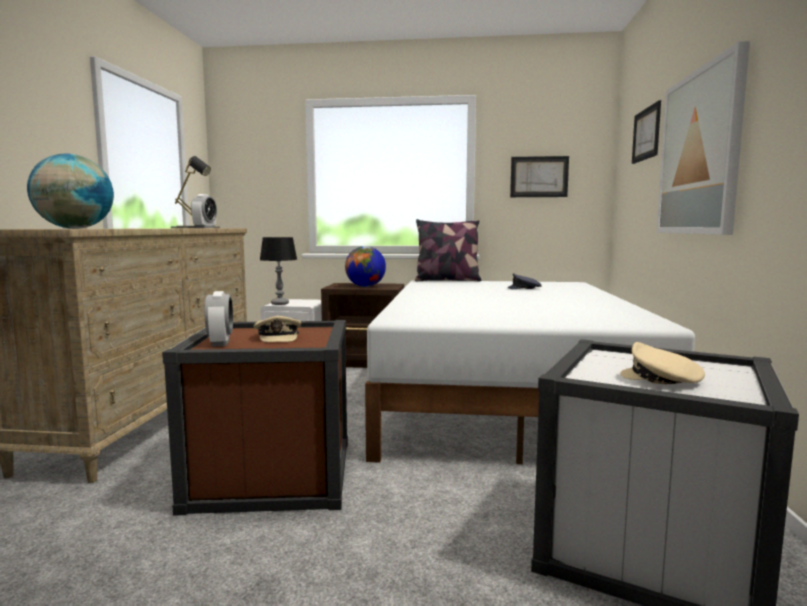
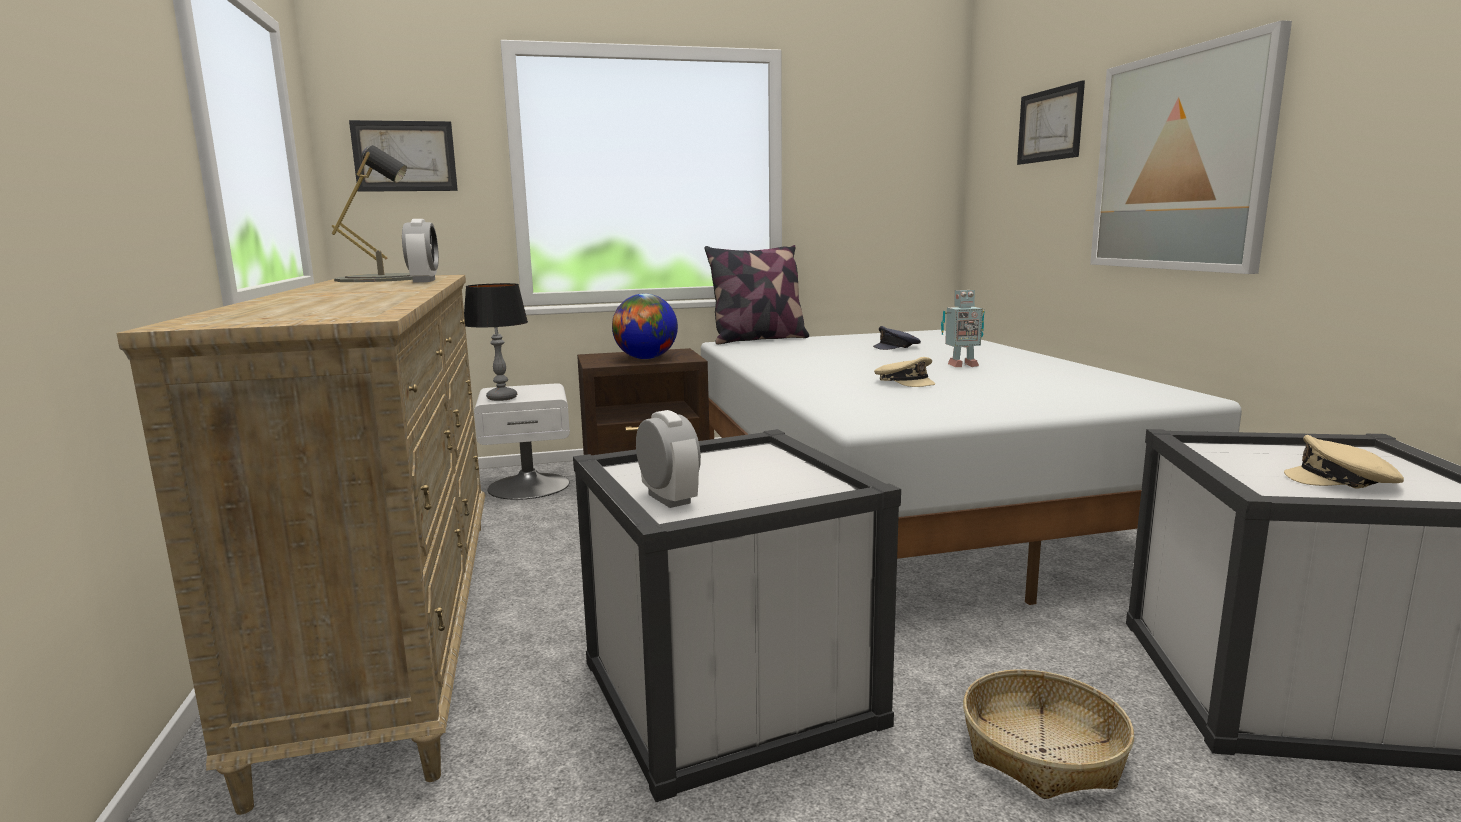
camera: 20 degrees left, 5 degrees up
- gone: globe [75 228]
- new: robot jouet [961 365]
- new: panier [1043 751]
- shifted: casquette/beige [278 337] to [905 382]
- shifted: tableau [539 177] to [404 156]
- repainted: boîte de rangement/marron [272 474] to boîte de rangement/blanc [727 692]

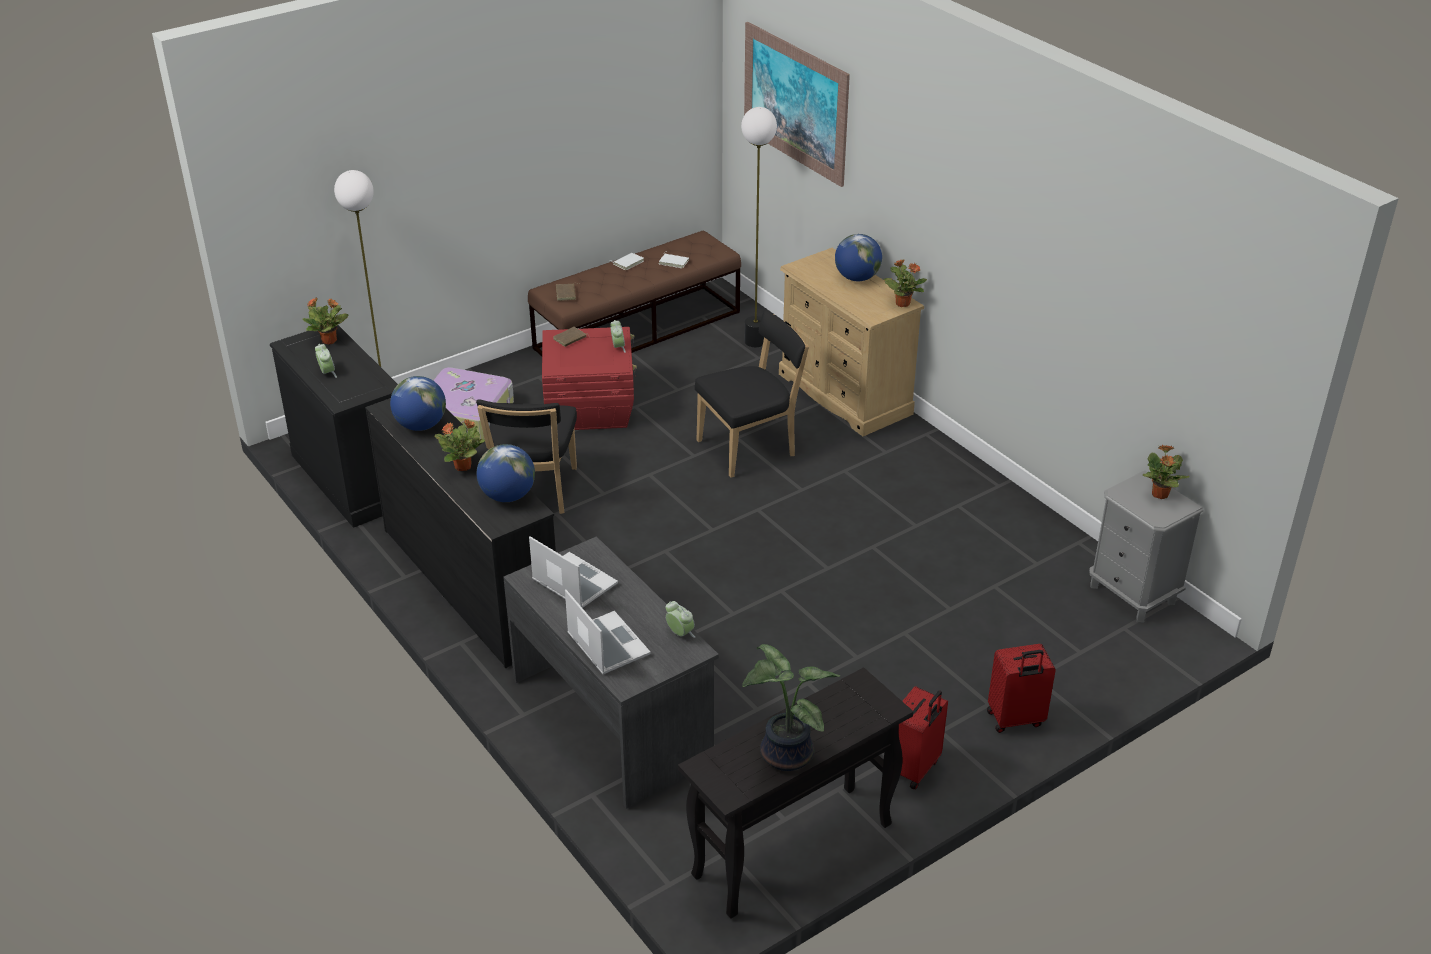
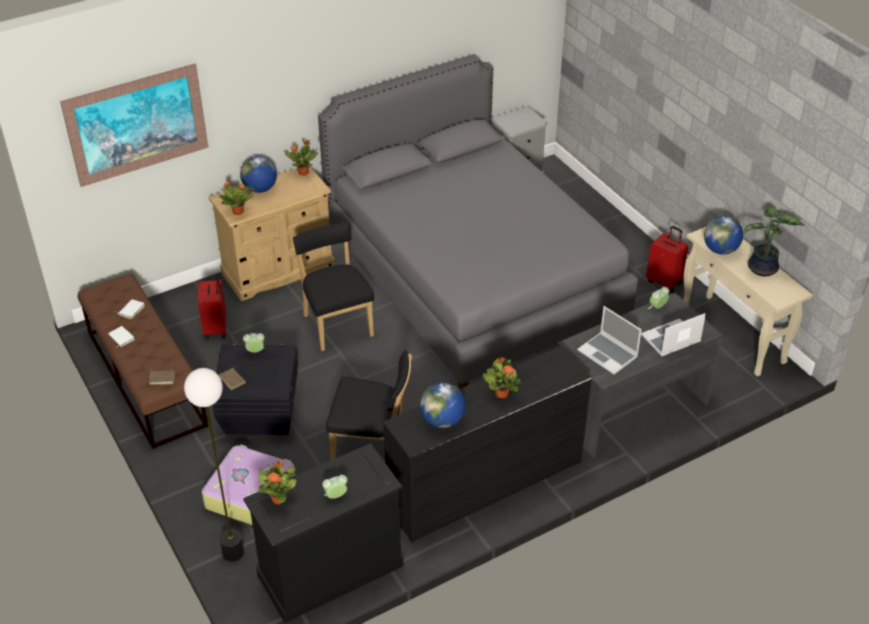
camera: 85 degrees left, 5 degrees up
- gone: lampadaire [755 341]
- new: lit/gris [472 276]
- shifted: globe [508 496] to [720 250]
- shifted: valise/rouge [1015 720] to [216 329]
- shifted: plante en pot [1159 495] to [238 212]
- repainted: boîte de rangement/rouge [590 408] to boîte de rangement/noir [259 411]
- repainted: table console/noir [791 851] to table console/beige [733 335]
- rotated: ordinateur portable [573 583] = [608 354] 90 degrees counterclockwise

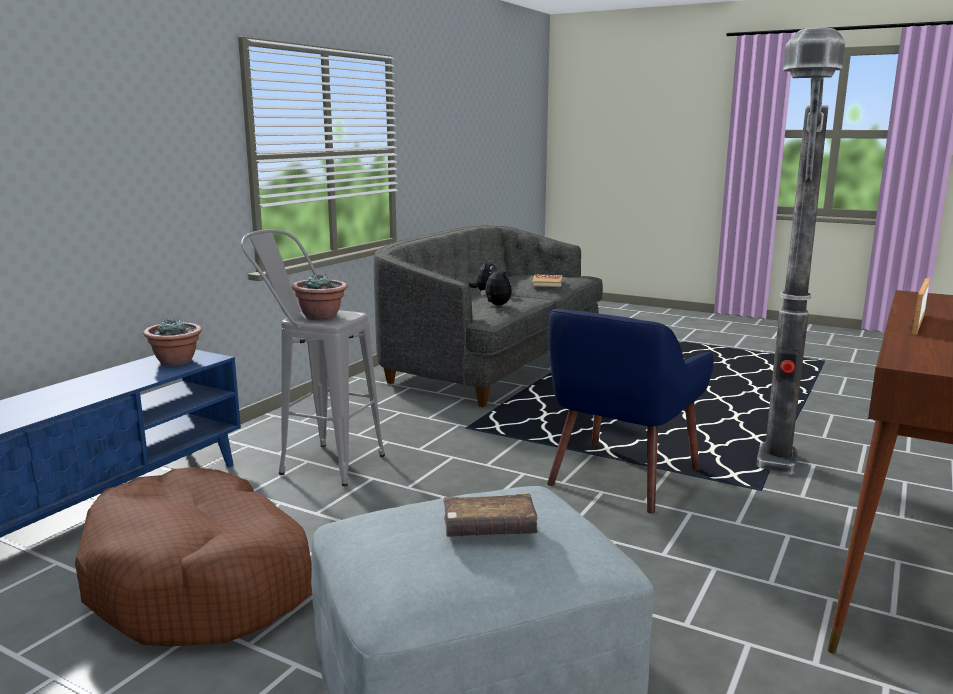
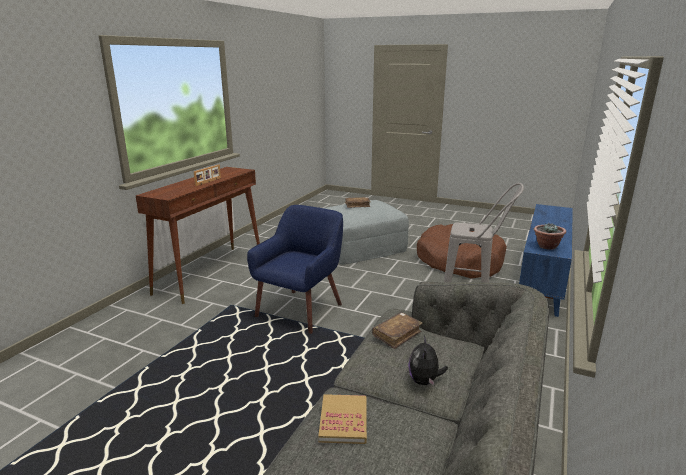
camera: 175 degrees right, 5 degrees up
- gone: plante en pot [321 317]
- gone: lampadaire [768 521]
- swapped: peluche [496 305] to livre/marron [397 335]

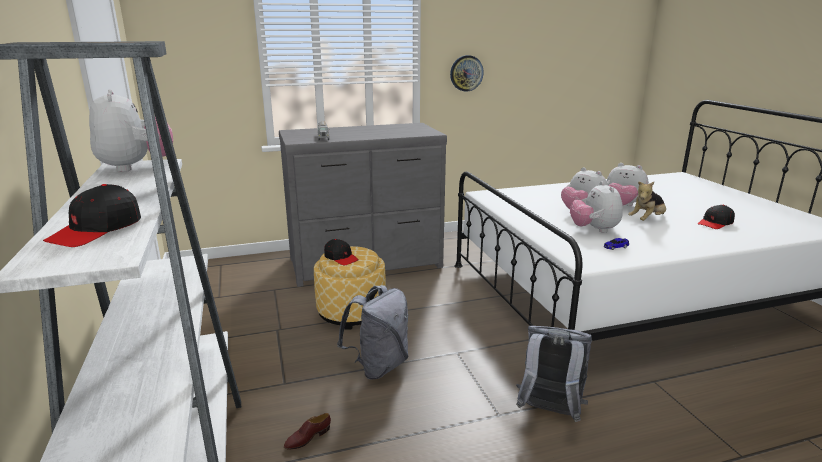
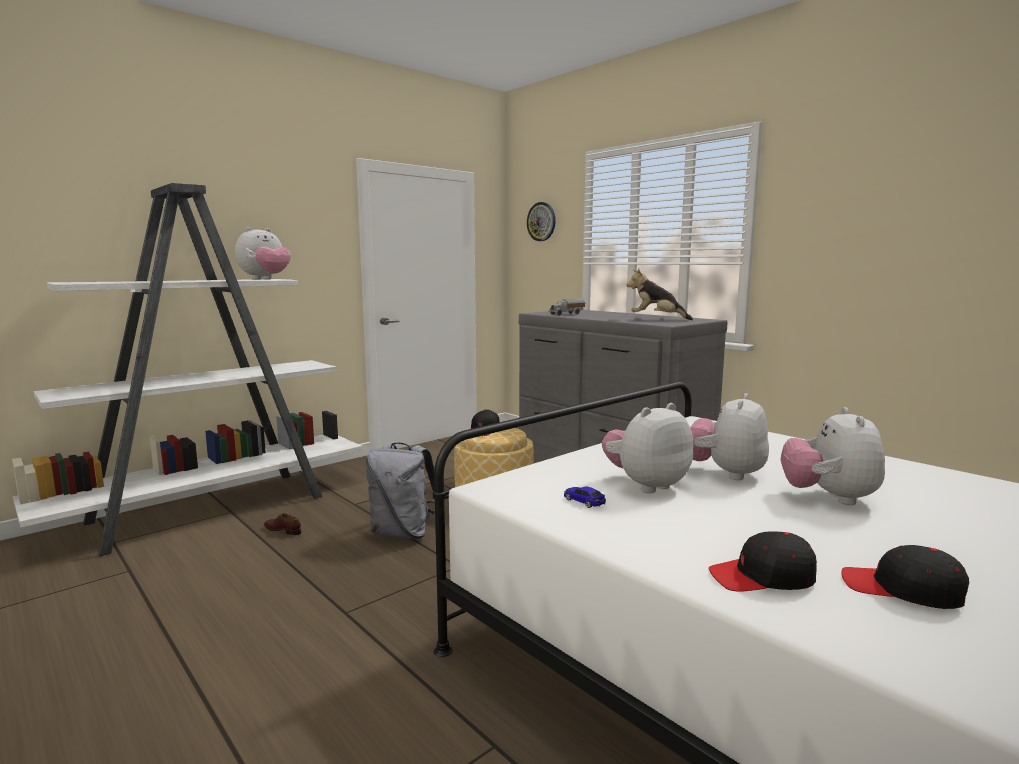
camera: 65 degrees right, 10 degrees down
- gone: sac à dos/gris [549 412]
- shifted: casquette/noir [97 230] to [762 577]
- shifted: horloge murale [466 73] to [541 221]
- shifted: peluche [647 220] to [656 319]

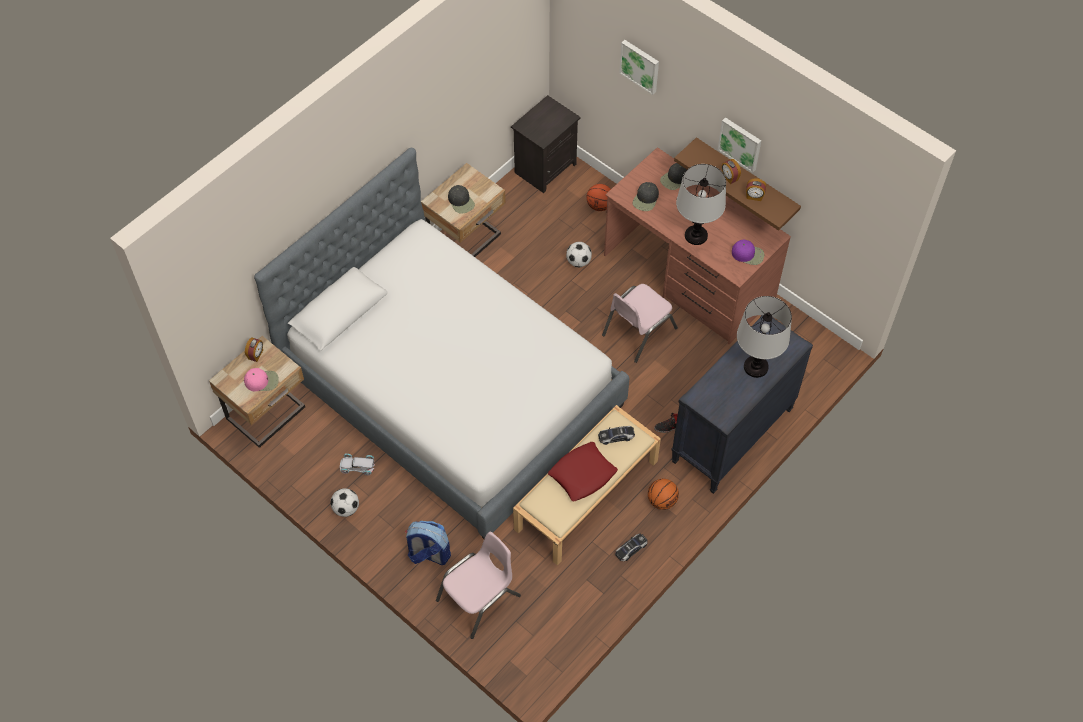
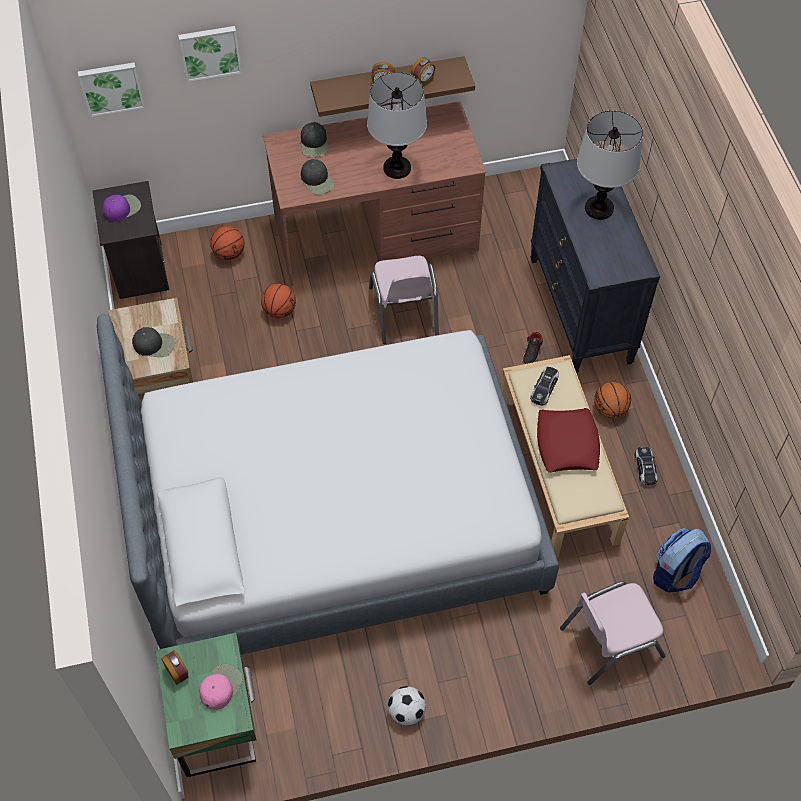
camera: 55 degrees left, 0 degrees up
- gone: petite voiture/blanc [357 465]
- shifted: sac à dos [428 554] to [675 573]
- shifted: tableau [740 143] to [111 87]
- shifted: casquette/violet [748 254] to [122 208]
- swapped: ballon de foot [578 261] to ballon de basket [279 311]
- repainted: table de chevet/beige [268 414] to table de chevet/vert [218 725]
- rotated: chaise/rose [479 598] = [610 641] 105 degrees counterclockwise

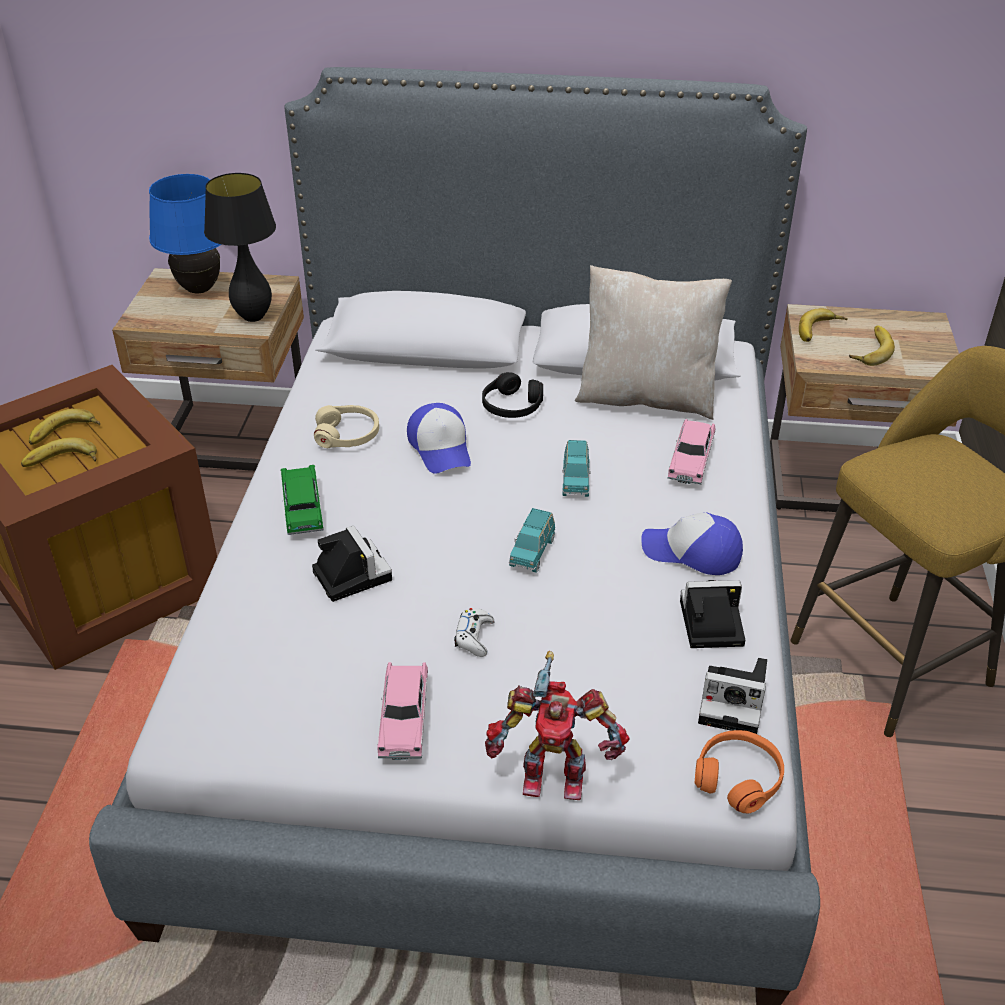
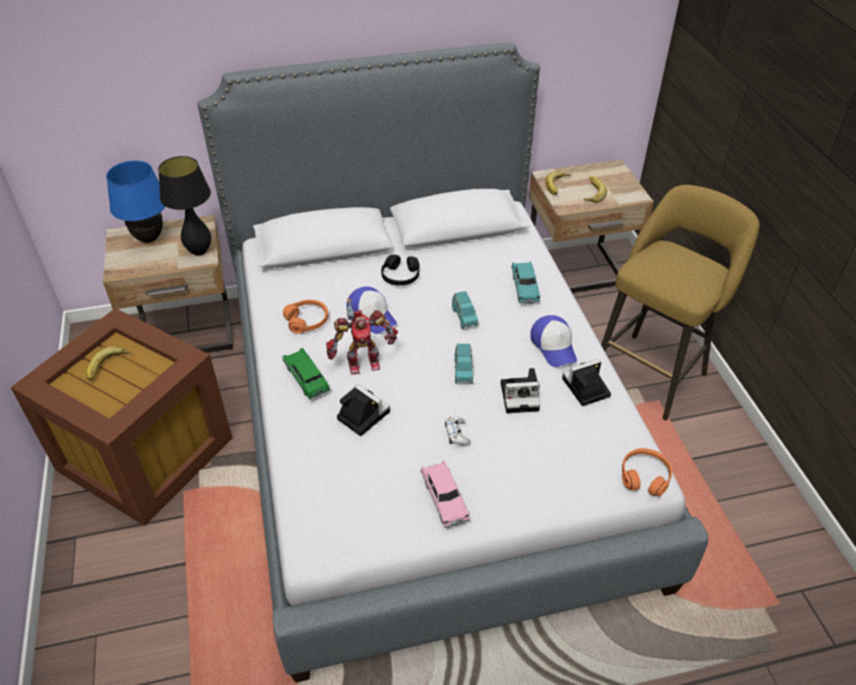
camera: 20 degrees left, 5 degrees up
- gone: banane [61 462]
- gone: coussin/beige [646 397]
- shifted: robot jouet [553 775] to [363 362]
- shifted: appareil photo [735 702] to [521 396]
- repainted: casque audio/beige [347 435] to casque audio/orange [307 321]
- repainted: petite voiture/rose [690 462] to petite voiture/turquoise [524 288]
- rotated: casquette [692 552] = [554 346] 105 degrees counterclockwise

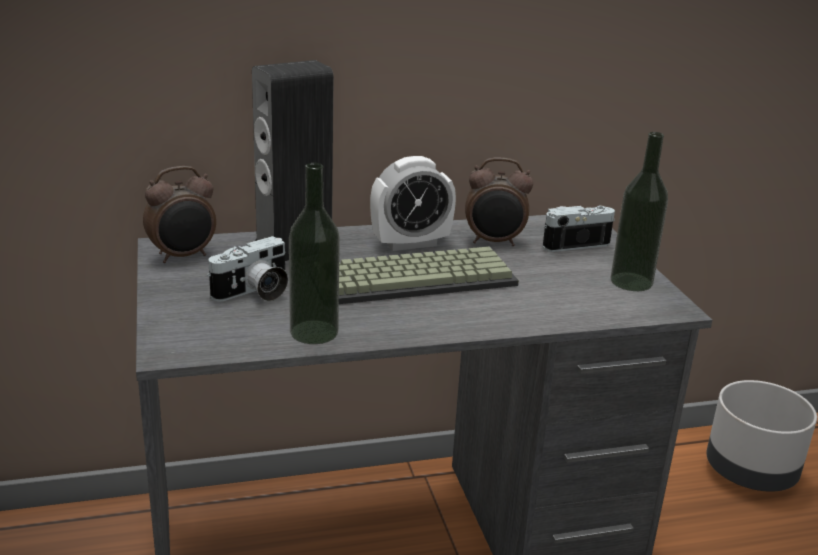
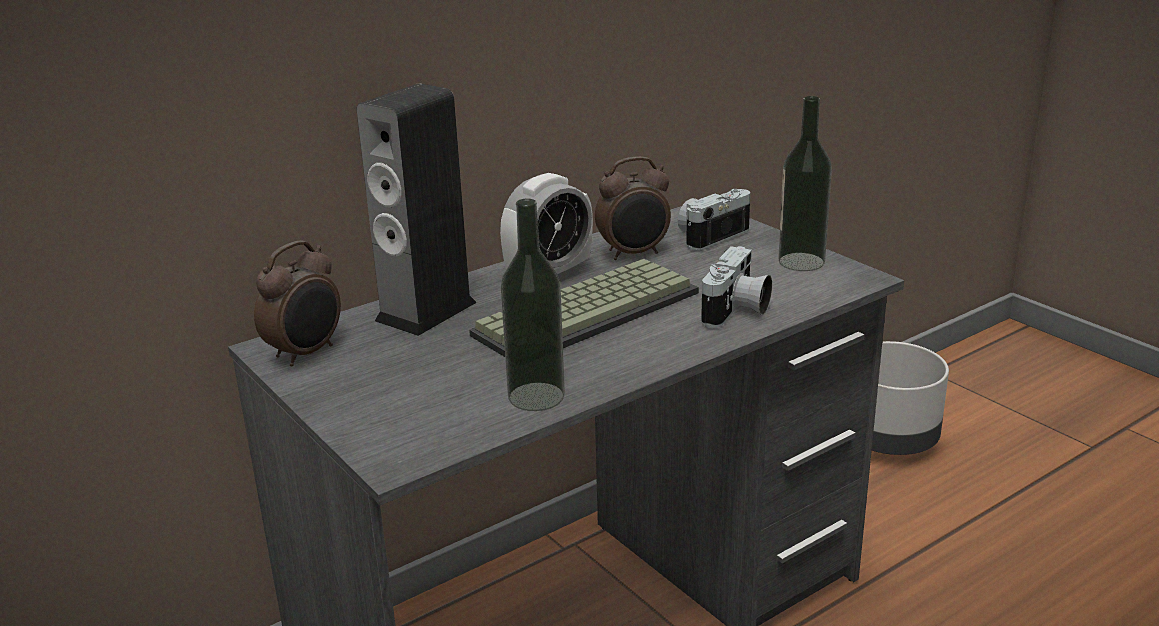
camera: 20 degrees left, 0 degrees up
- shifted: appareil photo [254 293] to [737 311]

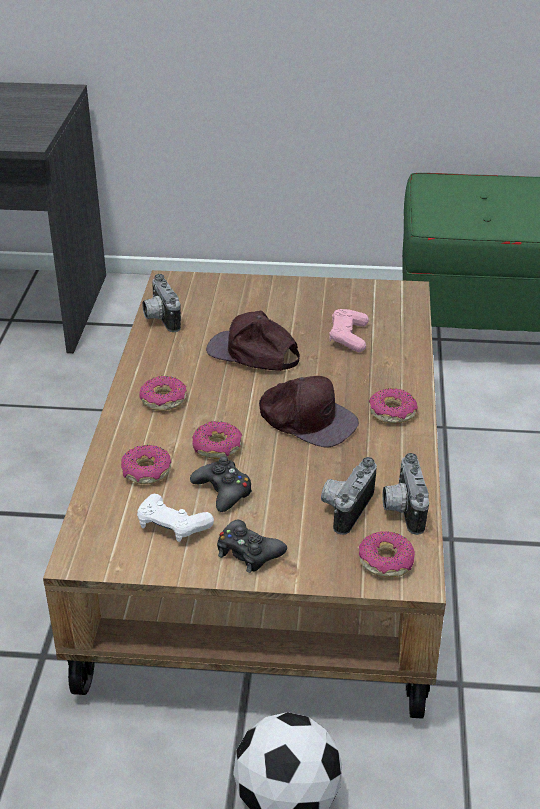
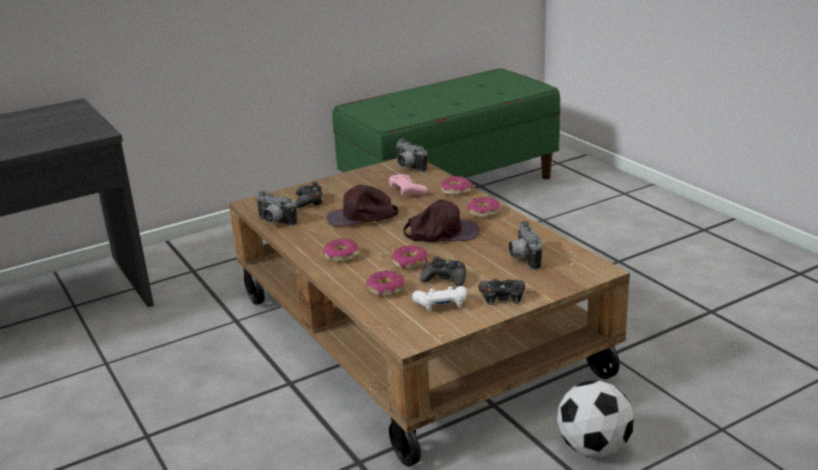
camera: 35 degrees left, 10 degrees down
- new: manette/noir [309 201]
- shifted: beignet [386 561] to [455 191]
- shifted: appareil photo [401 509] to [408 167]

